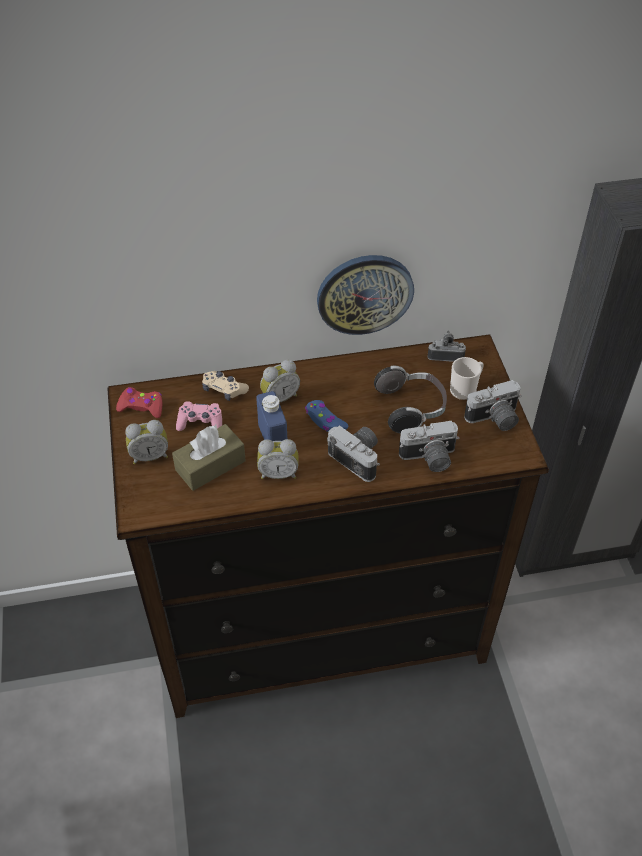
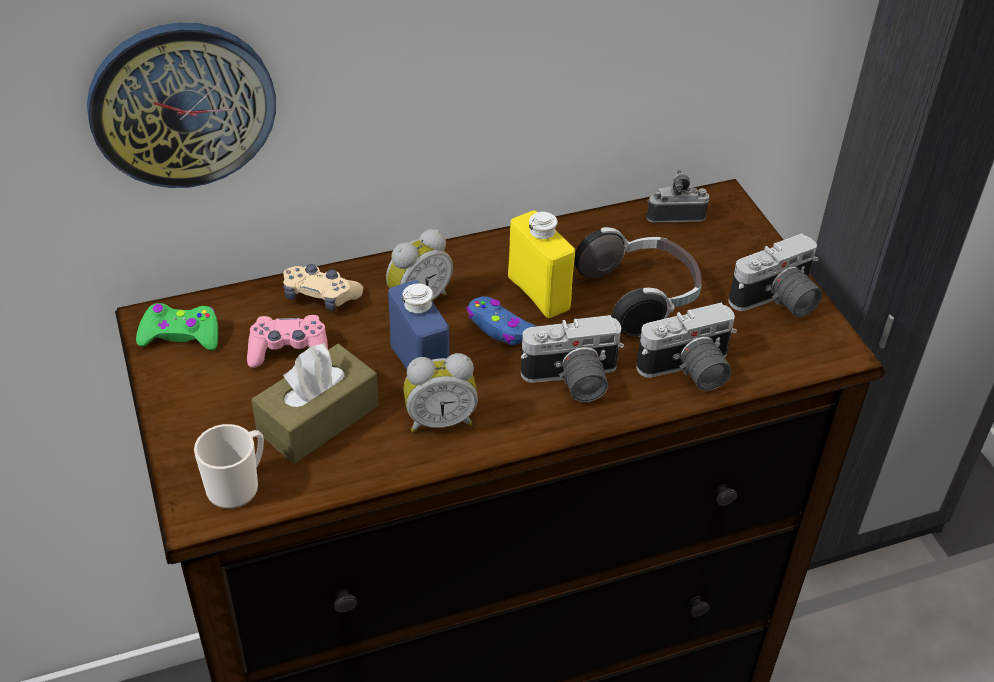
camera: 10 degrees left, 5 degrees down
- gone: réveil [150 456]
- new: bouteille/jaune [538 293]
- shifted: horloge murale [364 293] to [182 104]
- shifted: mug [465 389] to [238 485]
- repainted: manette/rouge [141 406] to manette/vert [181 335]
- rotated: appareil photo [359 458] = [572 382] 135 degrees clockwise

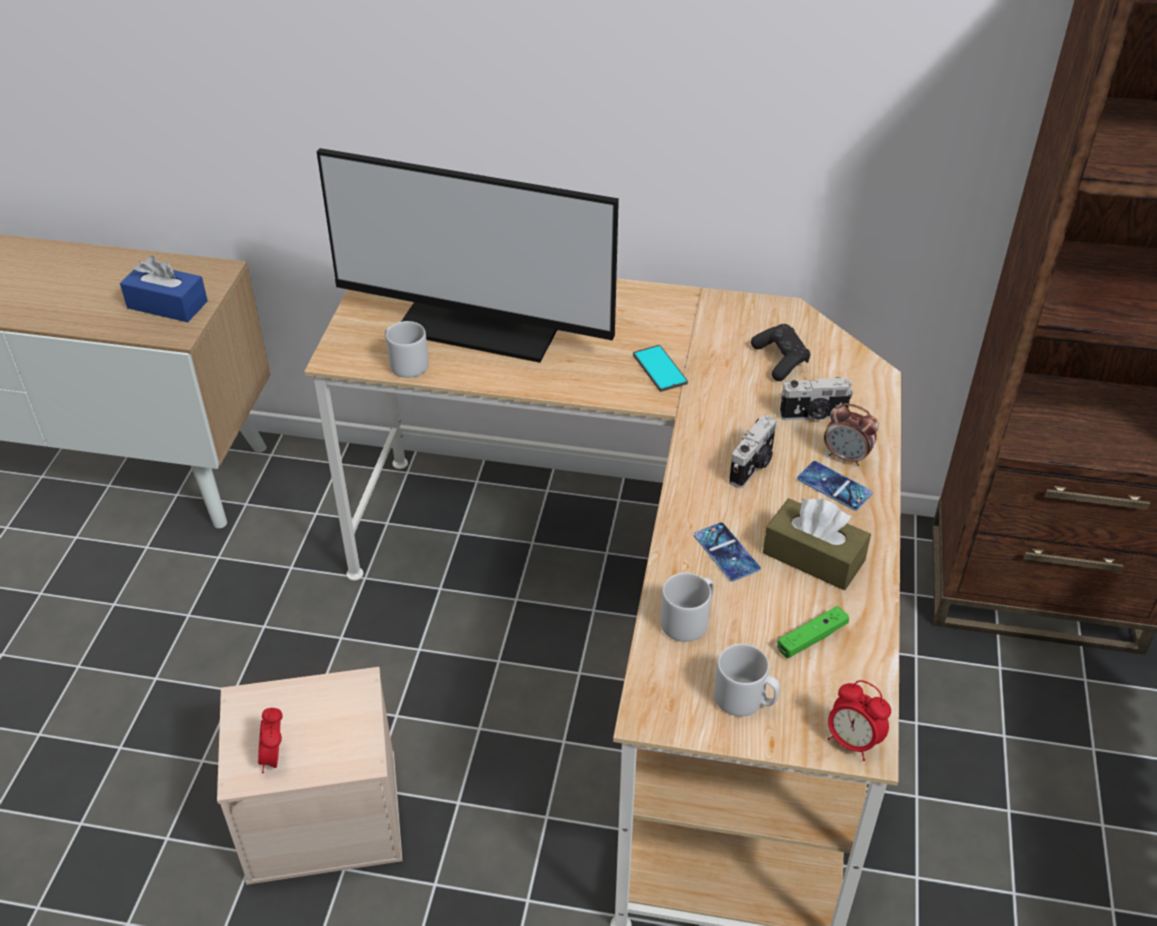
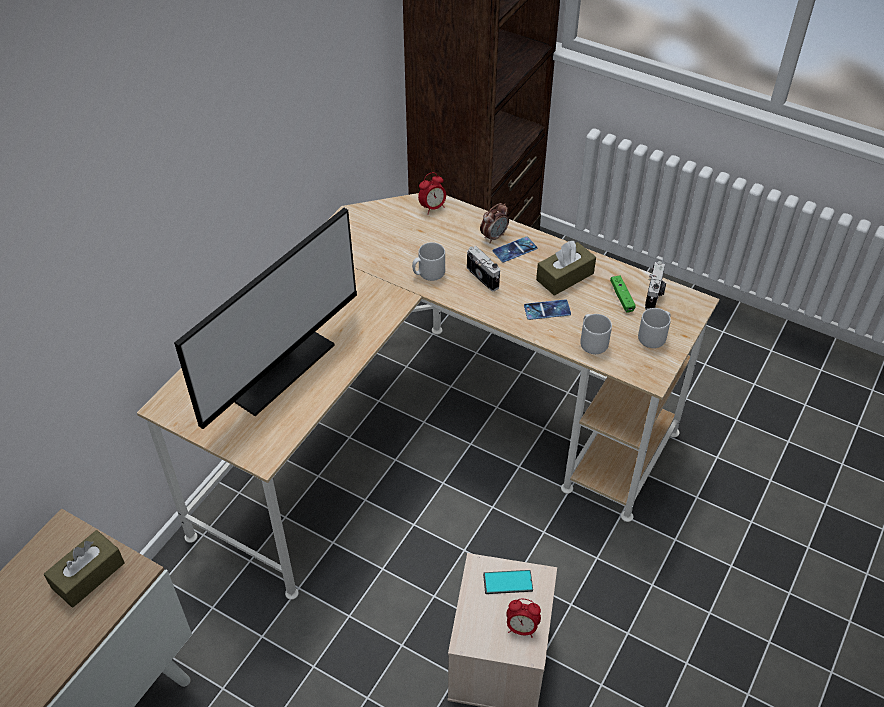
camera: 70 degrees left, 5 degrees up
- gone: manette/noir [780 360]
- shifted: mug/gris [405 363] to [428 273]
- shifted: téléphone [659 369] to [508 582]
- shifted: appareil photo [813 415] to [654 295]
- shifted: réveil [852 742] to [432 207]
- repainted: boîte à mouchoirs/bleu [167 305] to boîte à mouchoirs/marron [88 575]

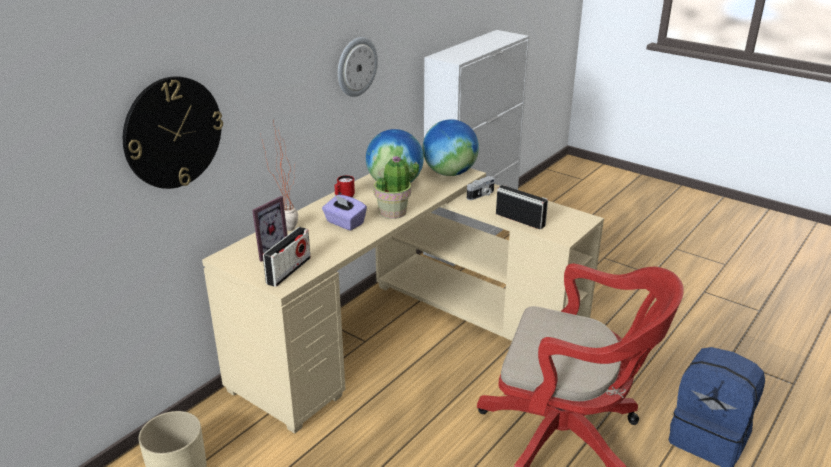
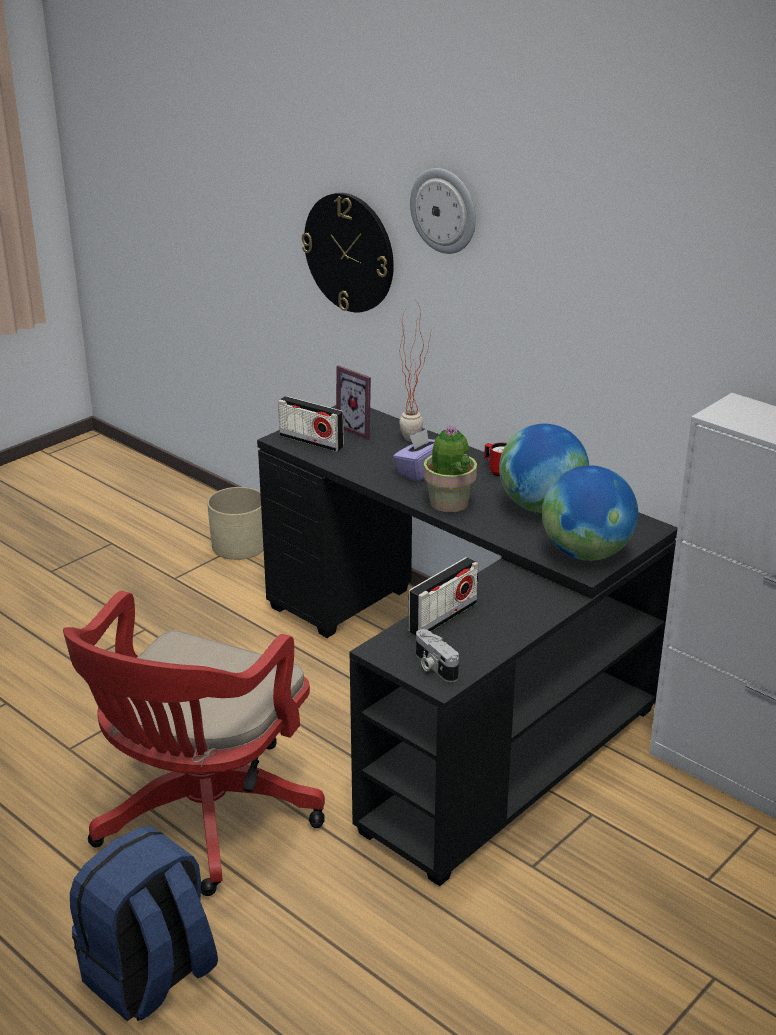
camera: 95 degrees right, 0 degrees up
- shifted: horloge murale [356 66] to [444 210]
- shifted: appareil photo [481 195] to [433 667]
- repainted: bureau/beige [405 332] to bureau/noir [454 692]

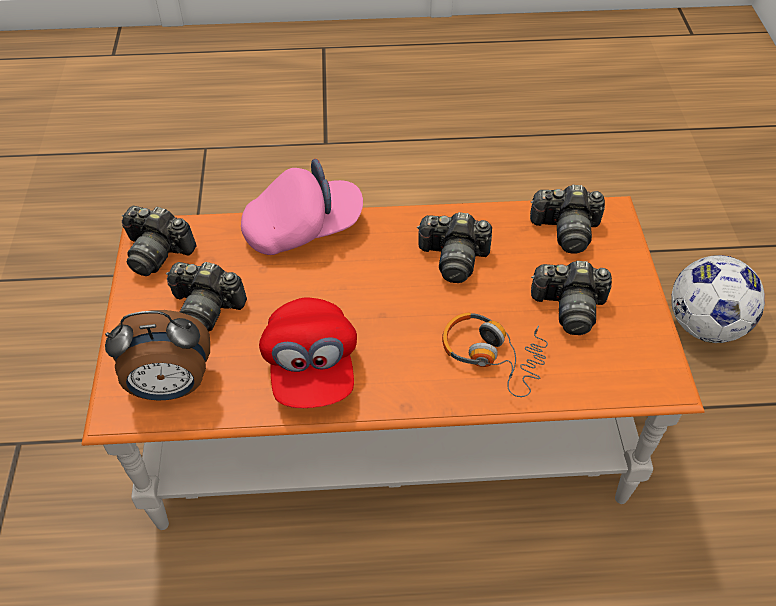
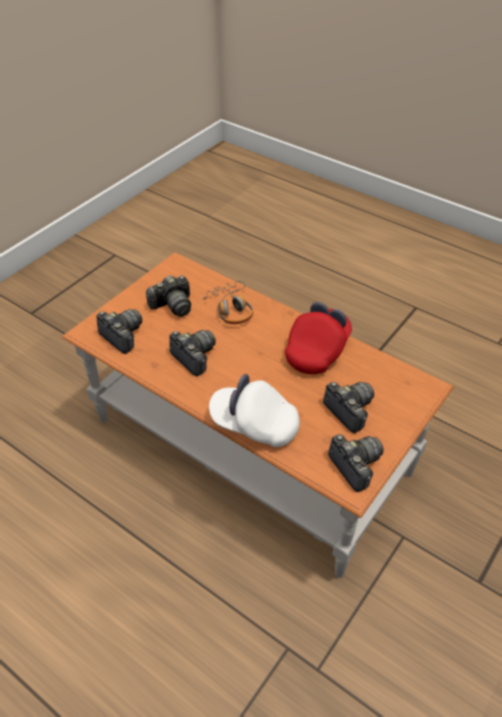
camera: 140 degrees left, 5 degrees down
- gone: réveil [170 387]
- gone: ballon de foot [705 326]
- repainted: casquette/rose [303 229] to casquette/blanc [254 425]
- rotated: appareil photo [569 308] = [173 306] 105 degrees clockwise

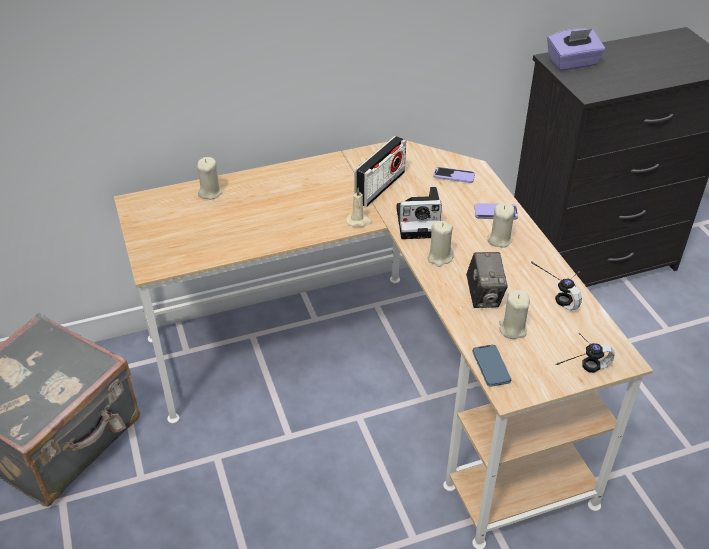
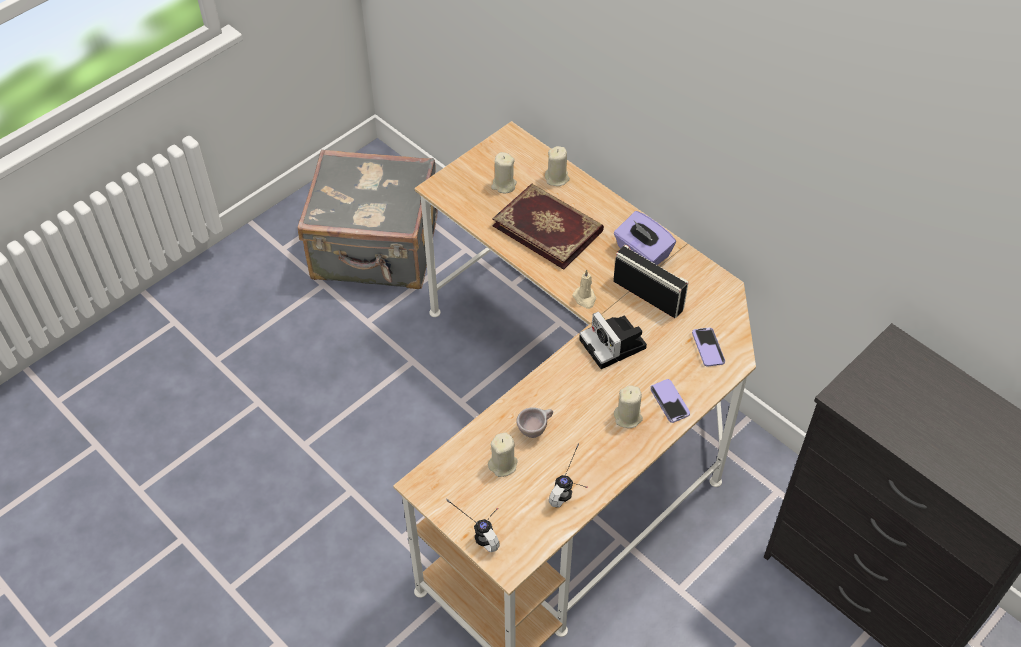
camera: 65 degrees right, 10 degrees up
- gone: téléphone [491 367]
- new: livre [548 227]
- shifted: bougie/beige [439 257] to [503 185]
- shifted: boîte à mouchoirs/violet [572 63] to [642 253]
- swapped: appareil photo [484 296] to tasse/beige [535 429]
- rotated: radio [380 187] = [648 295] 150 degrees counterclockwise

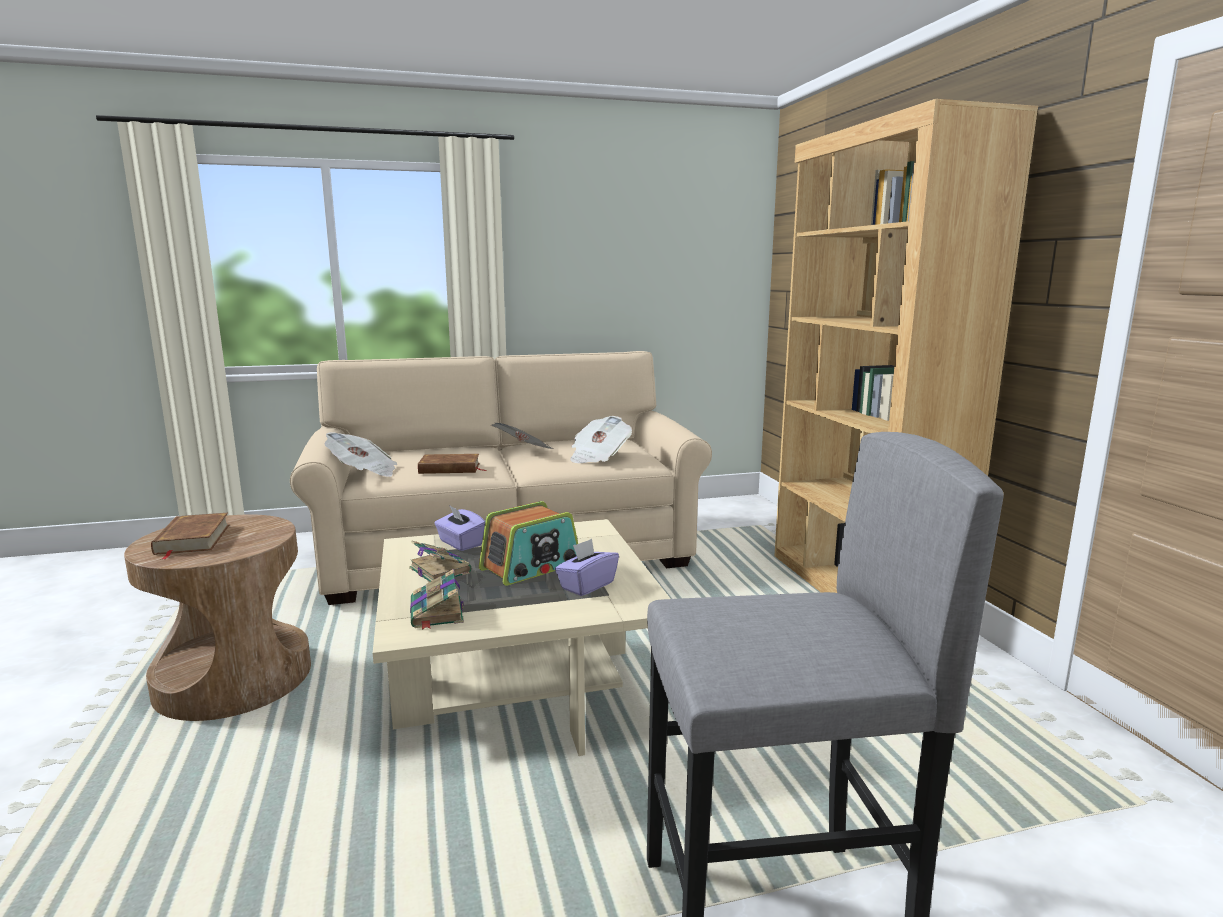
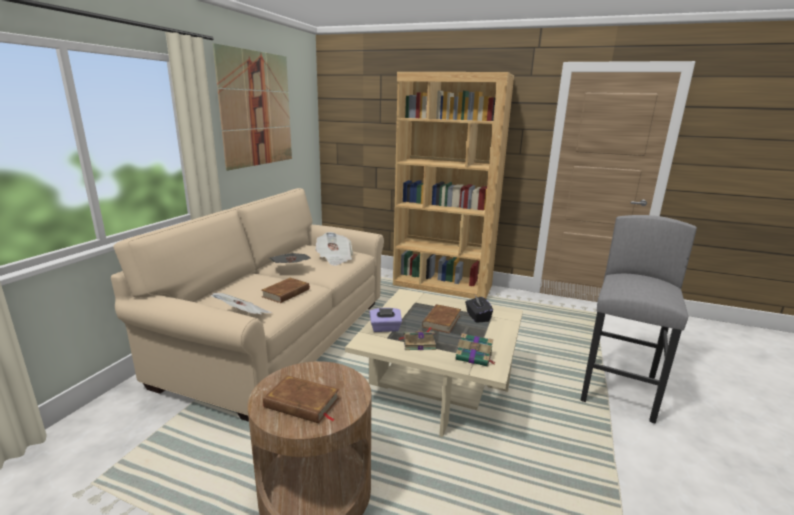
camera: 55 degrees left, 5 degrees up
- new: tableau [257 109]
- swapped: radio [531 567] to livre/marron [441 321]
- repainted: boîte à mouchoirs/violet [587 585] to boîte à mouchoirs/noir [477 317]

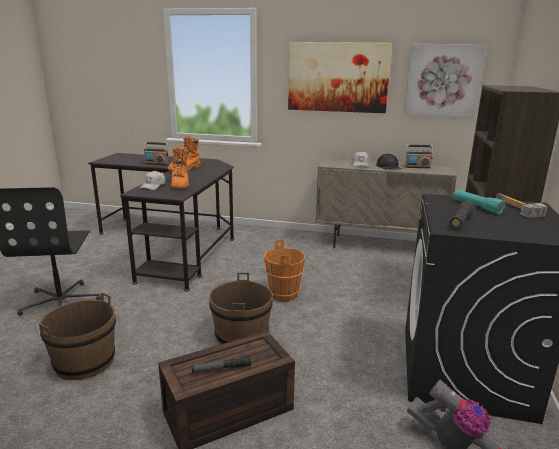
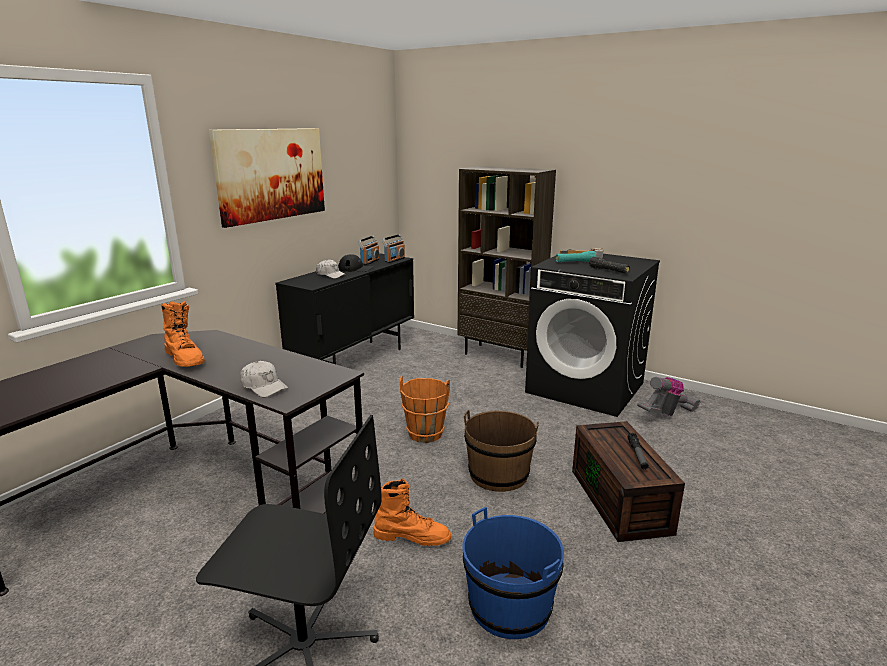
camera: 70 degrees left, 0 degrees up
- gone: tableau [442 81]
- shifted: radio [156 164] to [394 260]
- shifted: botte/orange [180 184] to [412 537]
- repainted: seau/marron [84 362] to seau/bleu [509 606]
- repainted: meuble de rangement/beige [378 245] to meuble de rangement/noir [355 361]

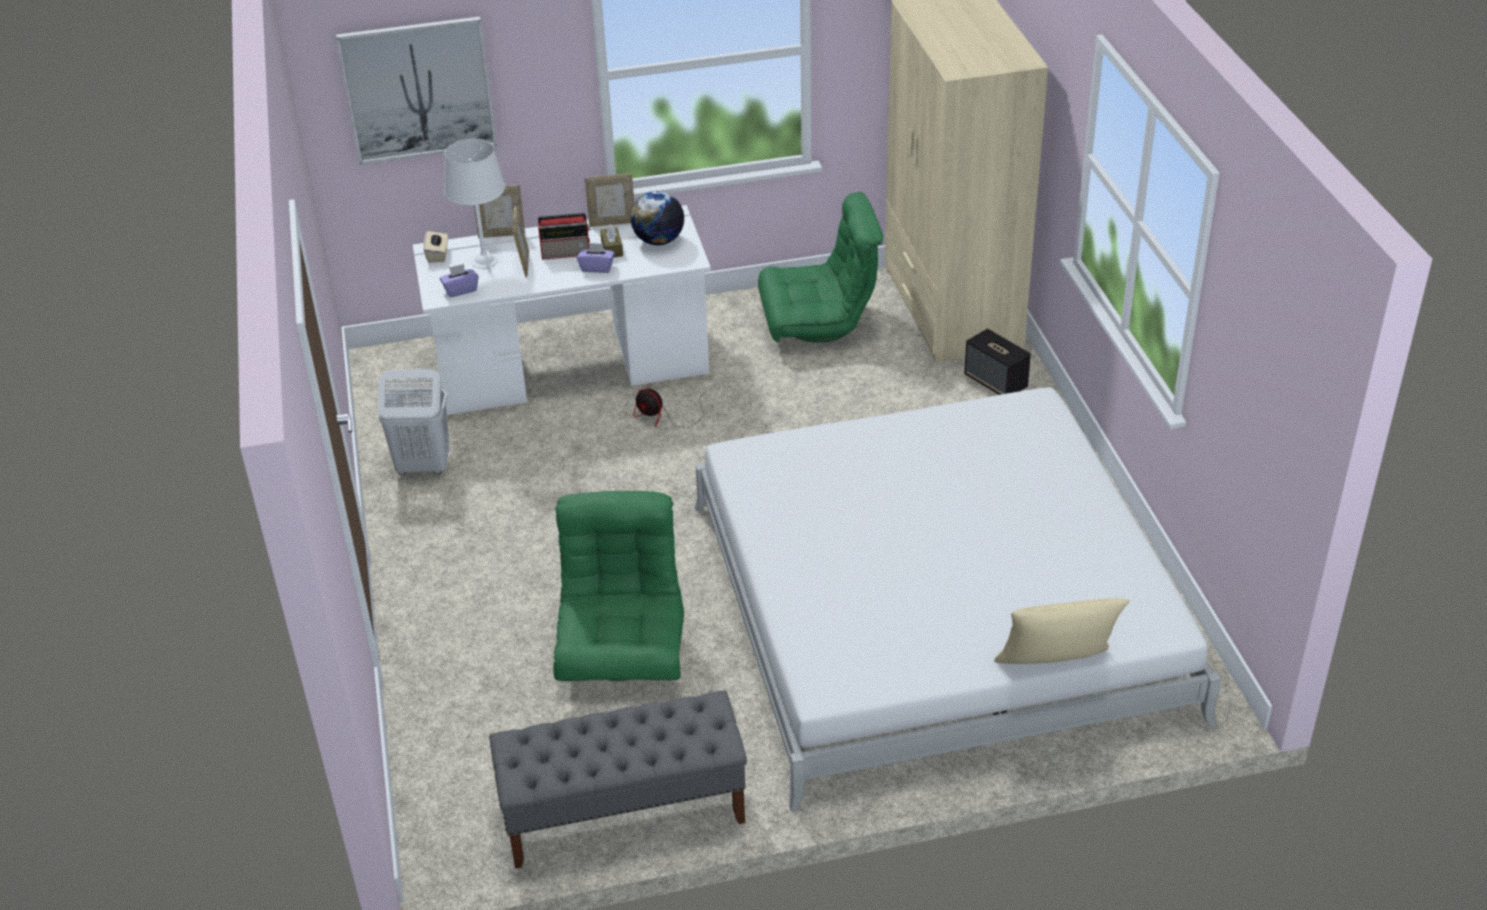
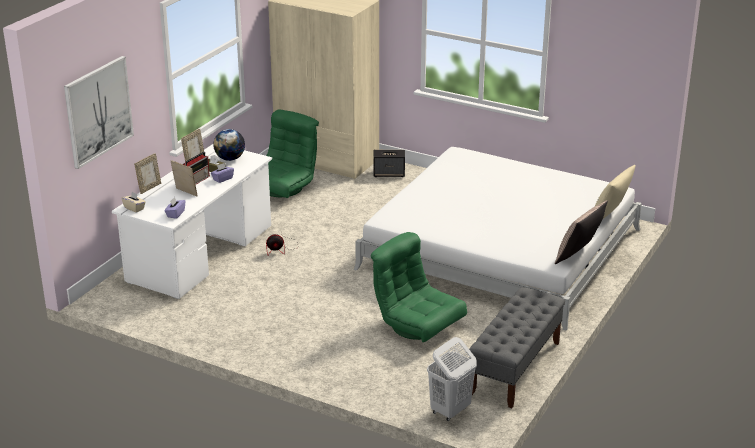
camera: 50 degrees left, 10 degrees down
- gone: lampe de table/blanc [485 261]
- new: coussin [579 255]
- shifted: panier à linge/blanc [423 466] to [450 410]

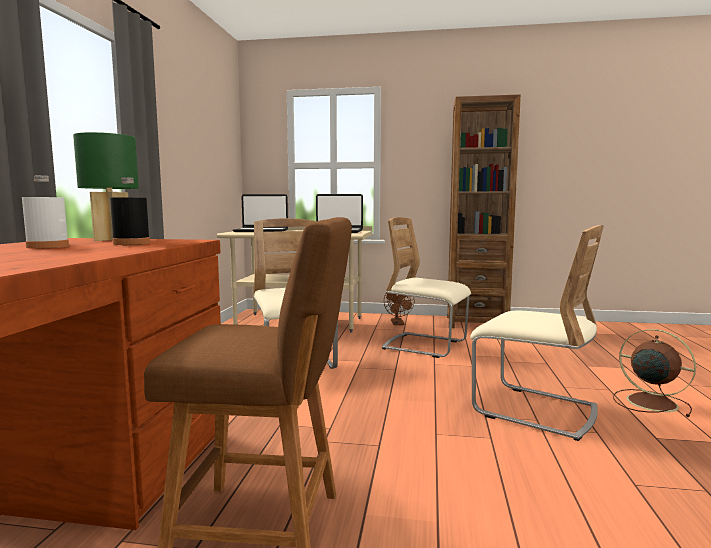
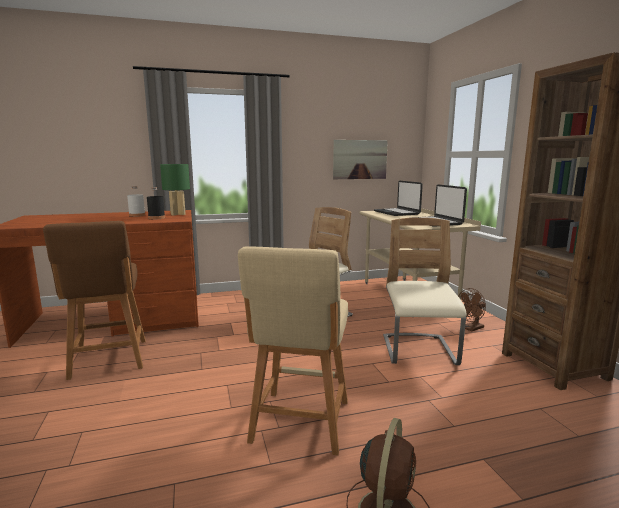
camera: 65 degrees right, 5 degrees up
- new: tableau [360 159]
- swapped: chaise/beige [534 410] to tabouret/beige [299 424]

